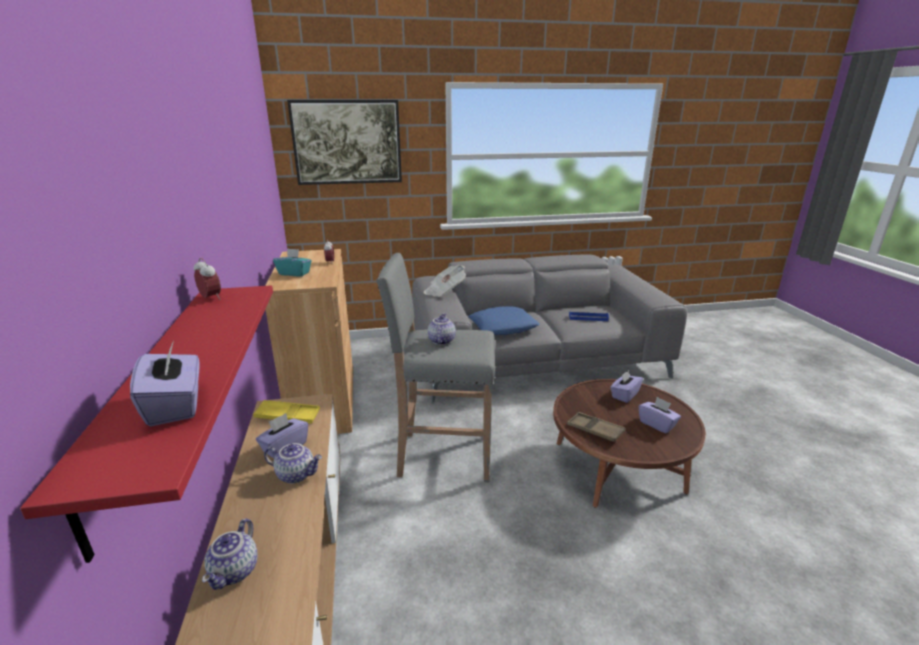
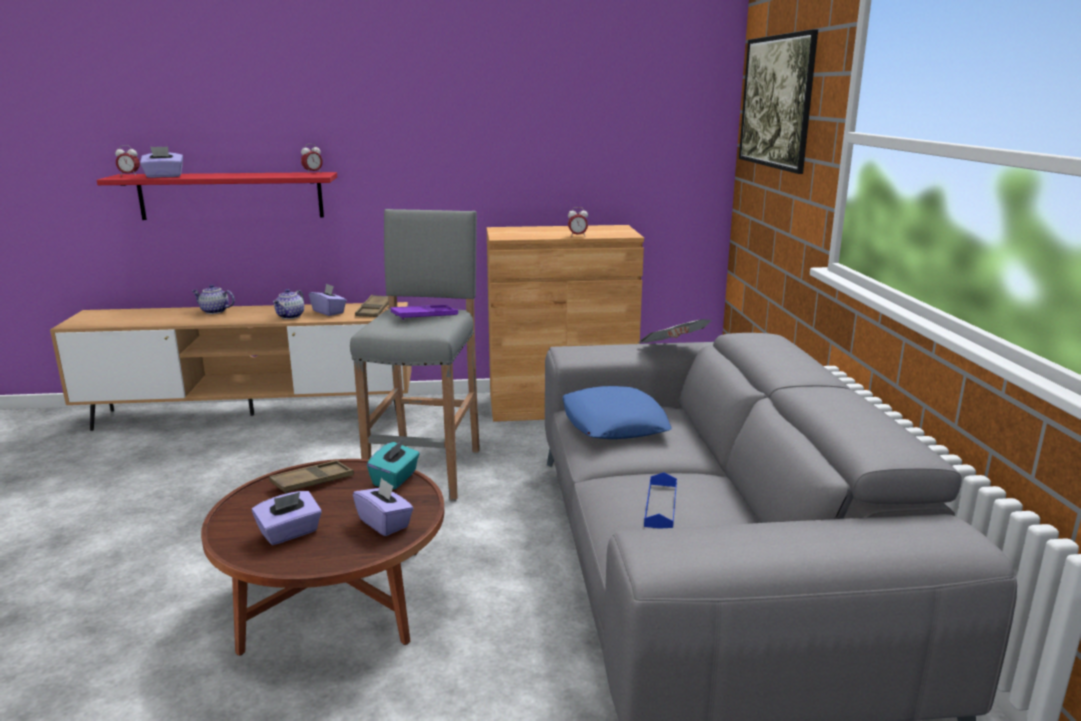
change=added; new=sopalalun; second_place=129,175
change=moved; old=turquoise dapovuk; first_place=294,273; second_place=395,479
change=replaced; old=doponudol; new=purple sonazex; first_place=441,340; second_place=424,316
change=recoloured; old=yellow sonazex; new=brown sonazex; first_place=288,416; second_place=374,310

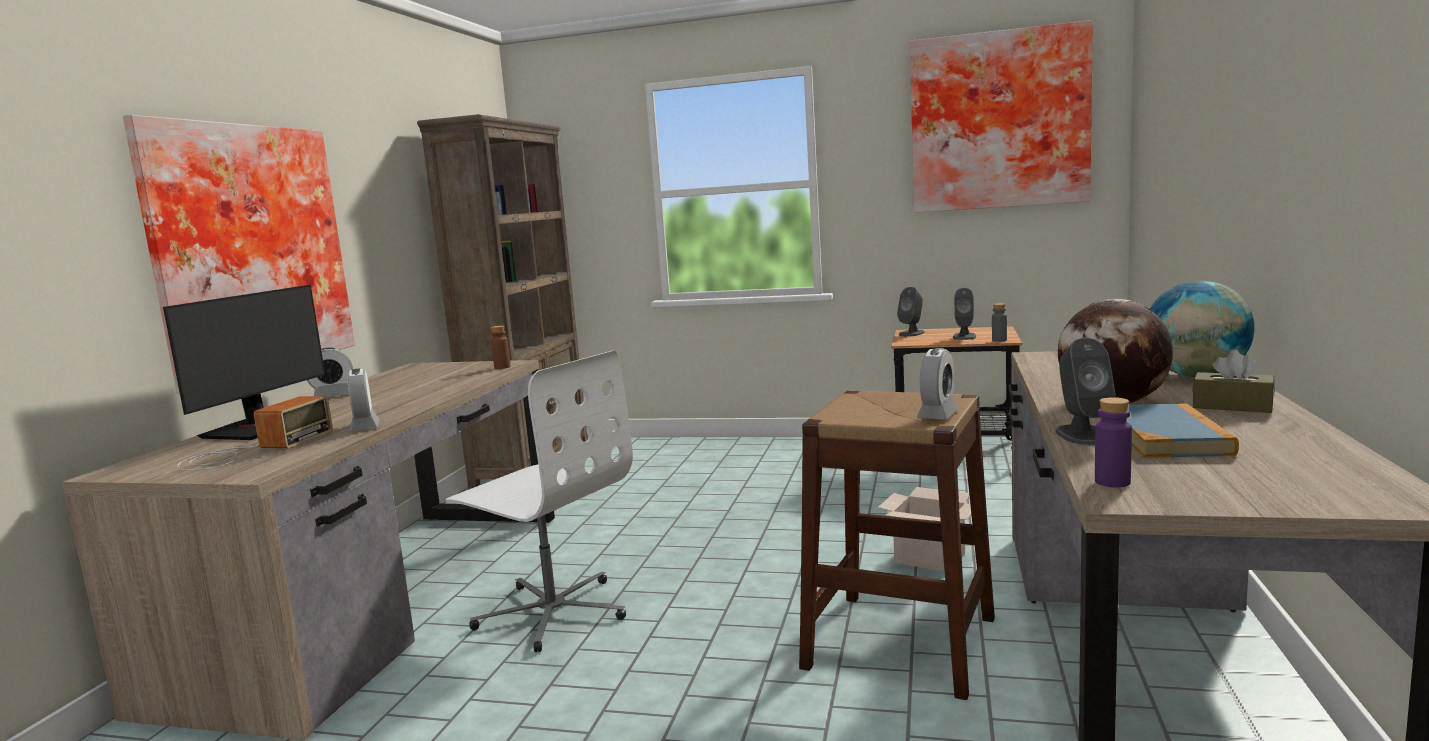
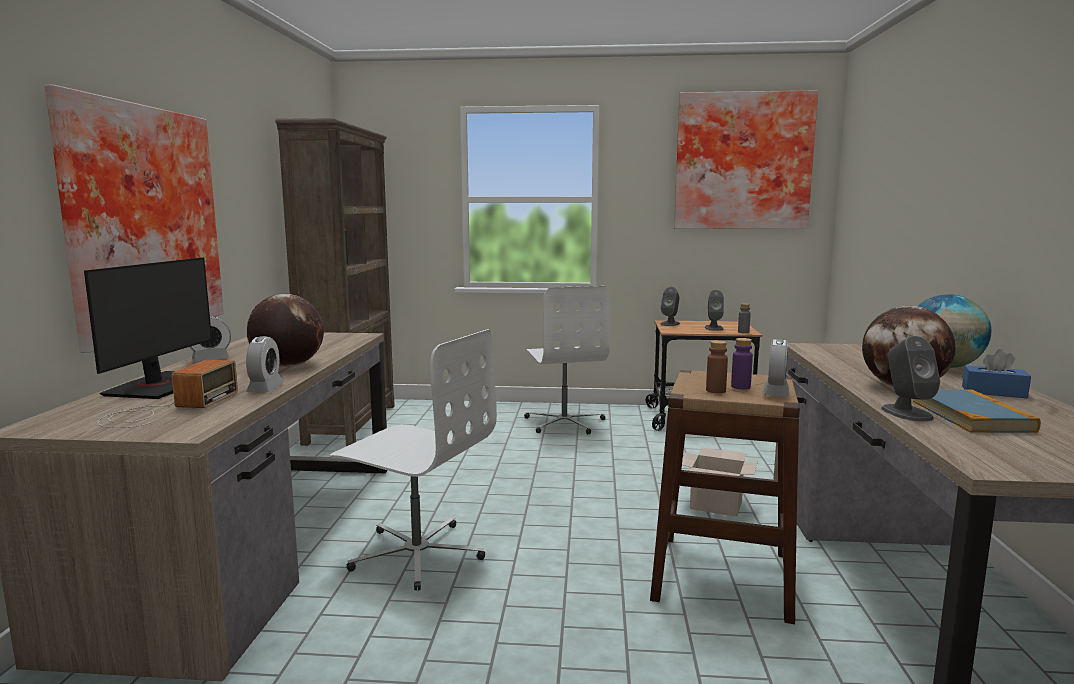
change=added; new=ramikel; second_place=288,366
change=added; new=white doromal; second_place=565,422
change=moved; old=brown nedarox; first_place=502,367; second_place=715,390
change=moved; old=purple nedarox; first_place=1112,482; second_place=740,387
change=recoloured; old=brown dapovuk; new=blue dapovuk; first_place=1232,406; second_place=993,392
change=turned; old=sopalalun; first_place=364,426; second_place=265,388; degrees=-150

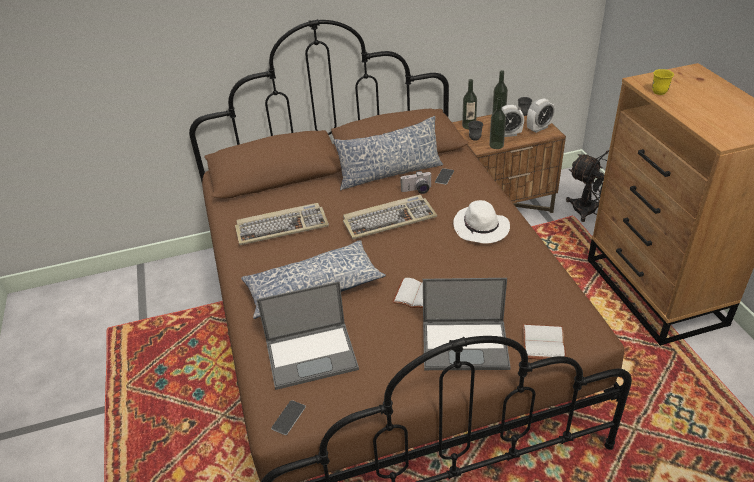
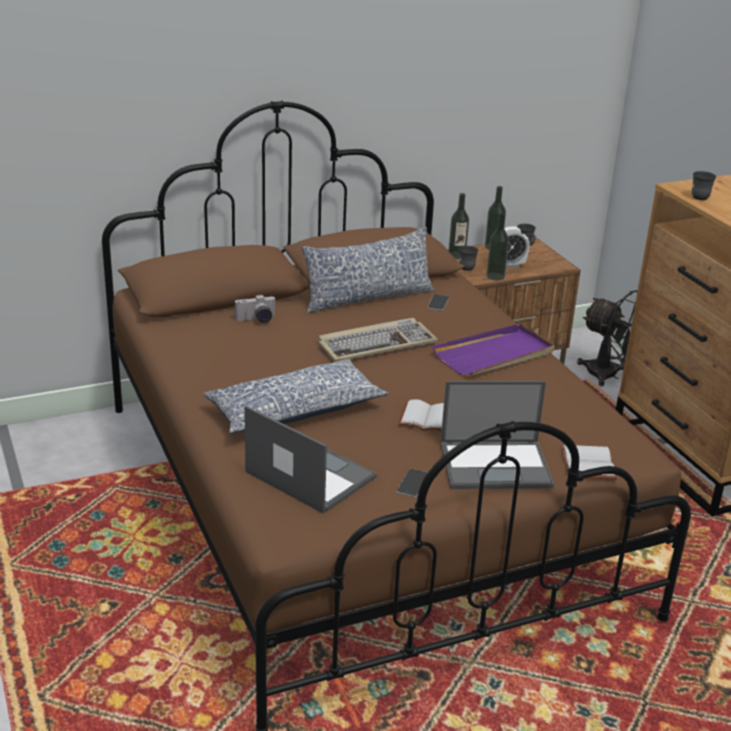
change=removed; old=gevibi; first_place=282,226
change=removed; old=sopalalun; first_place=539,128
change=moved; old=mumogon; first_place=288,417; second_place=413,483
change=moved; old=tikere; first_place=417,190; second_place=256,320
change=replaced; old=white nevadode; new=purple sonazex; first_place=481,228; second_place=494,355
change=recoloured; old=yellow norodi; new=grey norodi; first_place=659,90; second_place=699,196
change=turned; old=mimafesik; first_place=312,354; second_place=308,474; degrees=-120

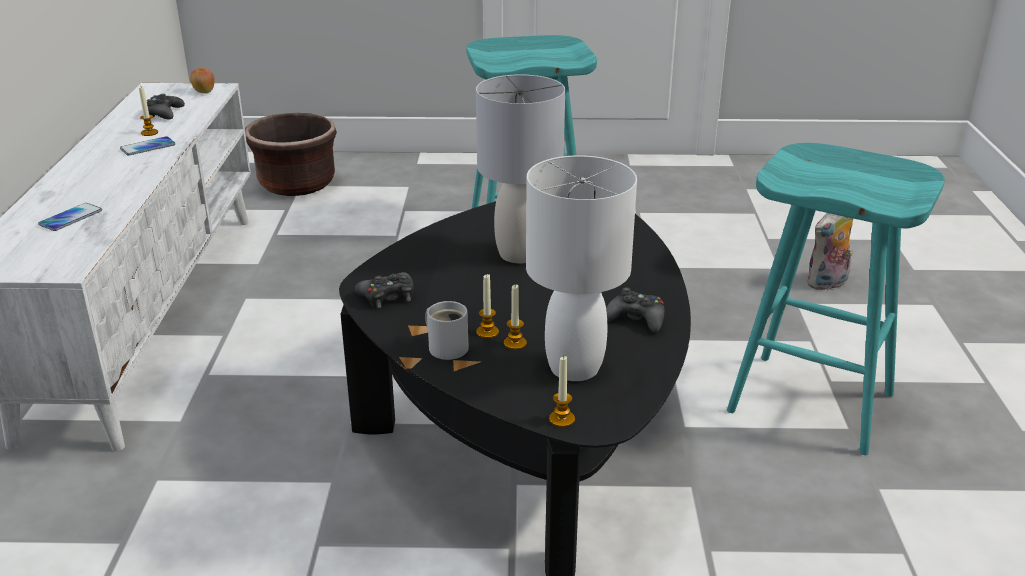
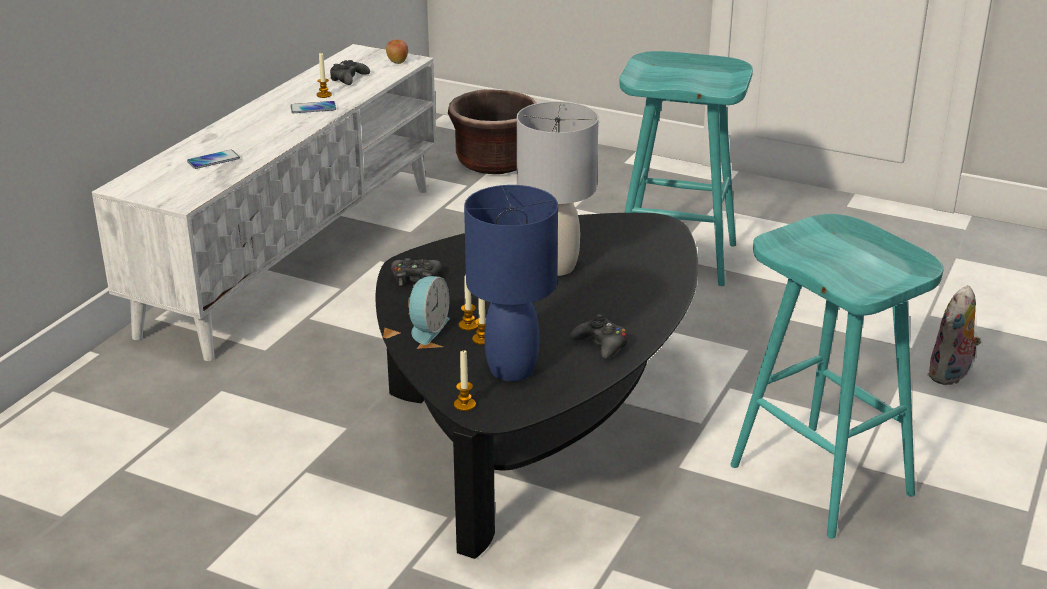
change=replaced; old=white norodi; new=sopalalun; first_place=447,346; second_place=427,328
change=recoloured; old=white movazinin; new=blue movazinin; first_place=574,367; second_place=512,369
change=turned; old=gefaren; first_place=827,284; second_place=950,375; degrees=-45

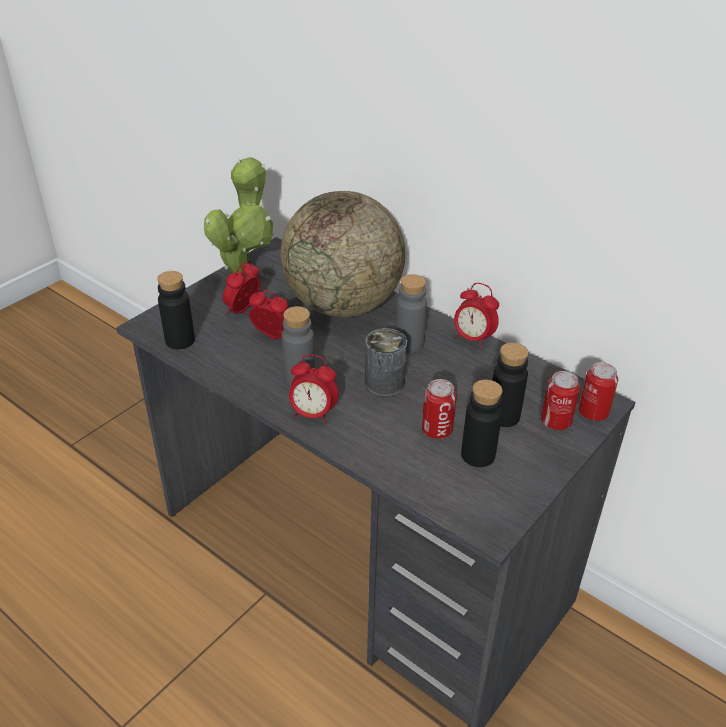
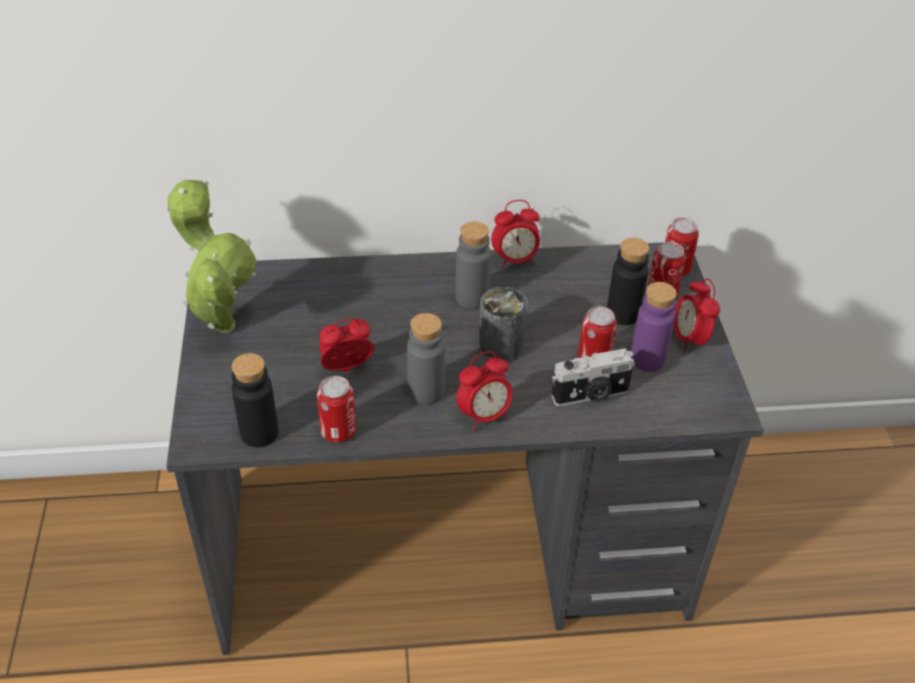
change=removed; old=ramikel; first_place=343,305
change=added; new=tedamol; second_place=338,431
change=added; new=tikere; second_place=591,395
change=moved; old=sopalalun; first_place=243,311; second_place=689,339
change=recoloured; old=black nedarox; new=purple nedarox; first_place=478,455; second_place=647,359

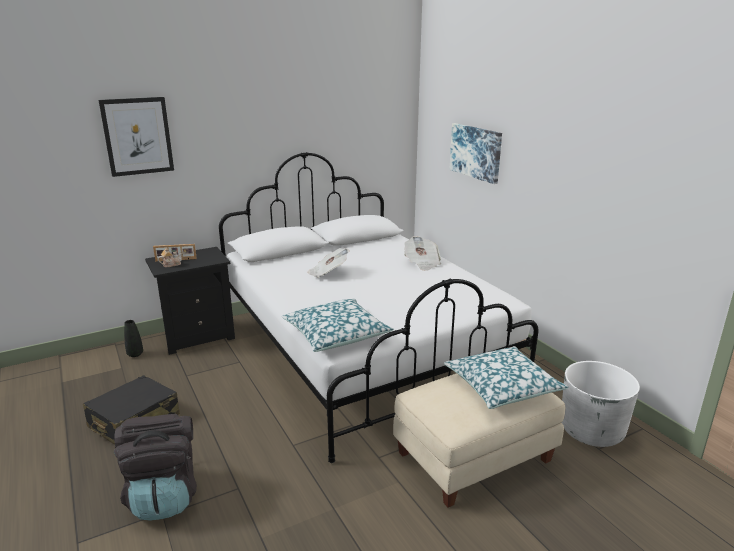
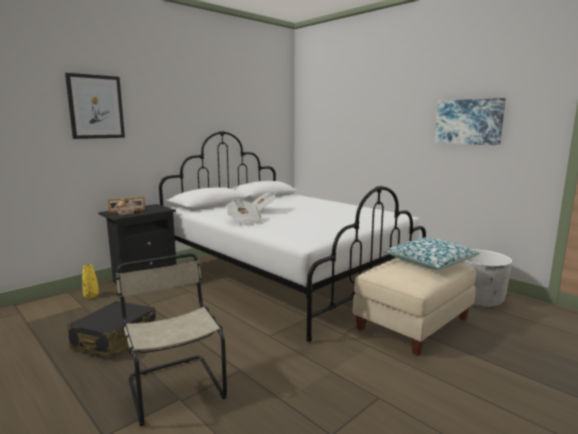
change=removed; old=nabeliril; first_place=336,334
change=moved; old=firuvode; first_place=422,263; second_place=244,222
change=moved; old=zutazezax; first_place=476,152; second_place=468,122
change=replaced; old=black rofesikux; new=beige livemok; first_place=164,495; second_place=174,386
change=recoloured; old=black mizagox; new=yellow mizagox; first_place=135,354; second_place=91,296

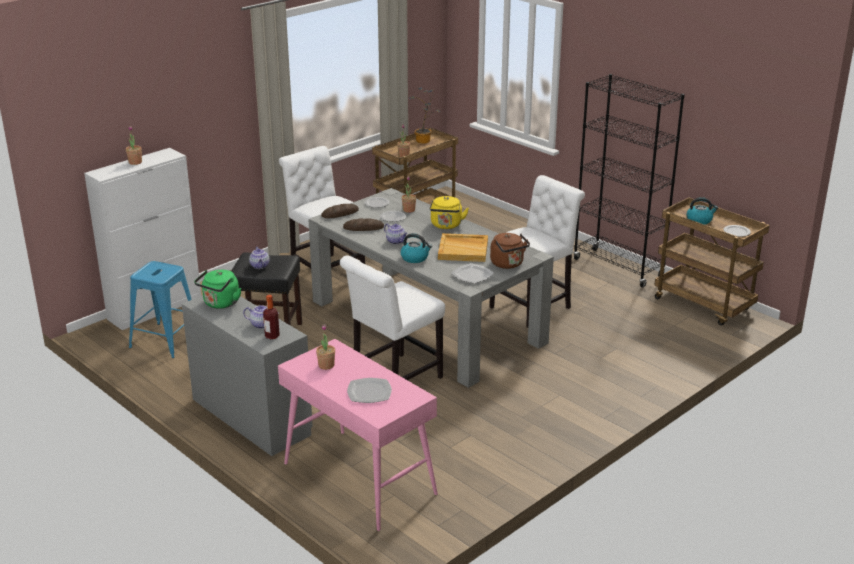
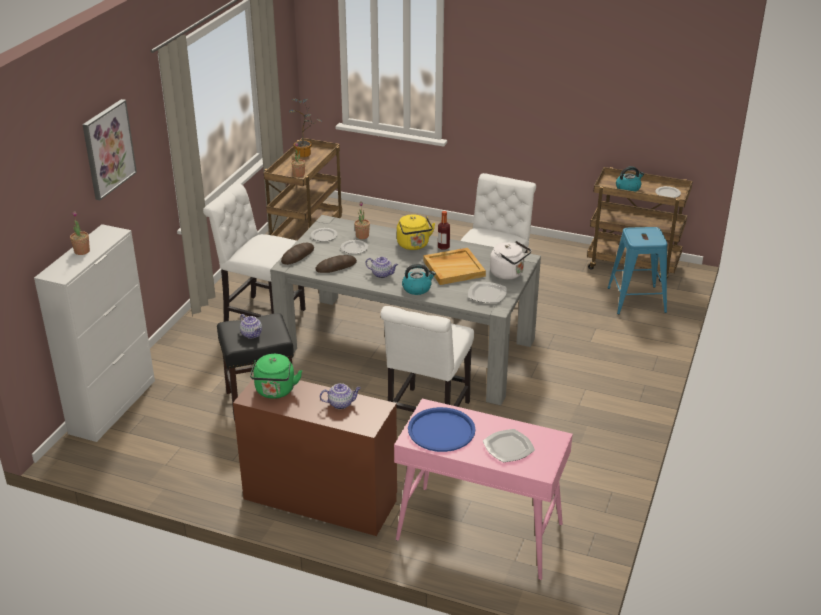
change=removed; old=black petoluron; first_place=618,268
change=added; new=zutazezax; second_place=108,149
change=moved; old=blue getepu; first_place=165,340; second_place=636,300
change=moved; old=nedarox; first_place=272,336; second_place=443,247
change=replaced; old=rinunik; new=blue sonazex; first_place=326,365; second_place=441,430
change=recoloured; old=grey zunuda; new=brown zunuda; first_place=250,416; second_place=319,499
change=recoloured; old=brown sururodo; new=white sururodo; first_place=508,264; second_place=509,274

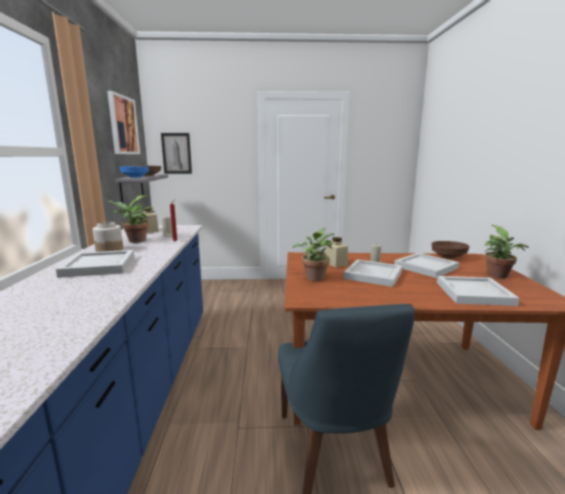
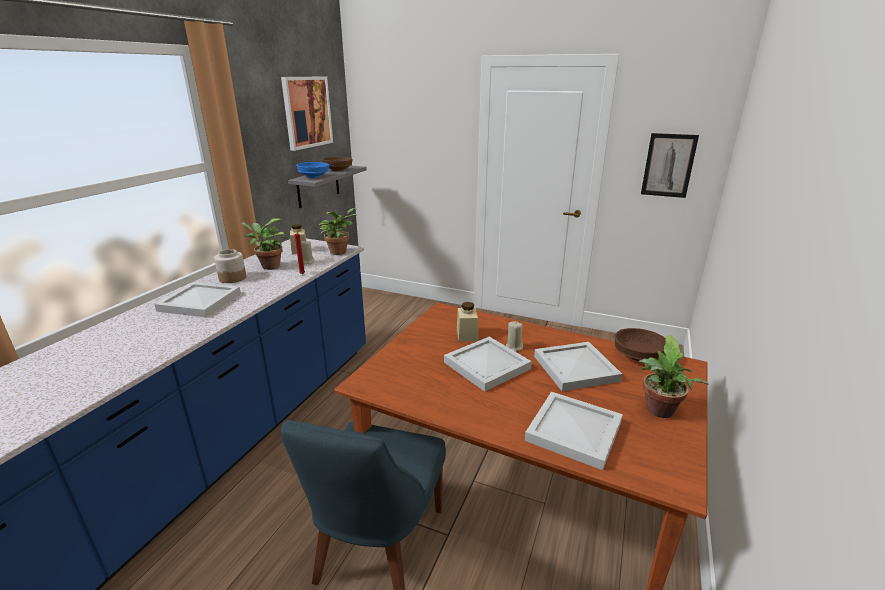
change=moved; old=zutazezax; first_place=176,153; second_place=668,165
change=moved; old=rinunik; first_place=315,277; second_place=339,251

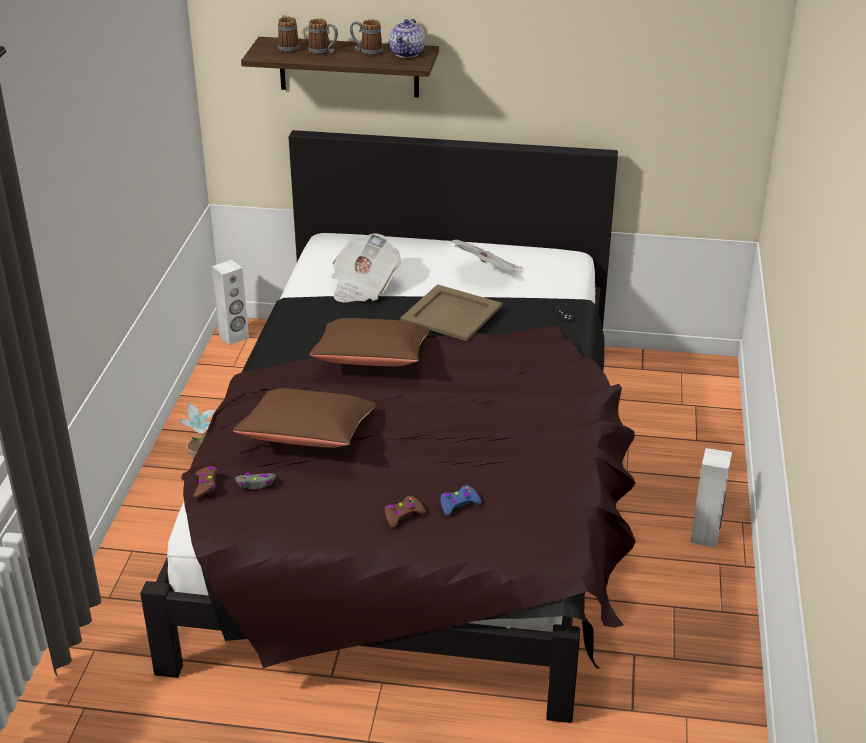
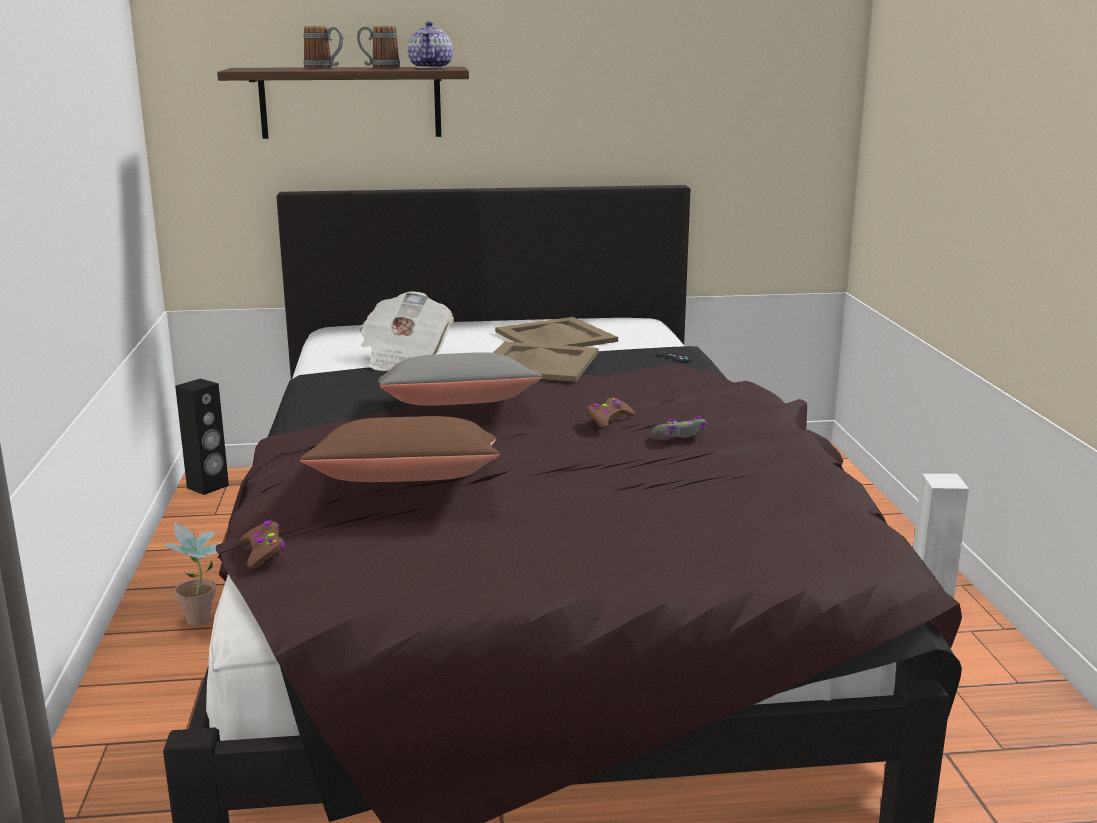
change=removed; old=norodi; first_place=288,48
change=removed; old=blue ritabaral; first_place=458,504
change=moved; old=grey ritabaral; first_place=256,484; second_place=681,434
change=moved; old=brown ritabaral; first_place=403,515; second_place=609,419
change=replaced; old=firuvode; new=beige sonazex; first_place=487,273; second_place=556,336
change=recoloured; old=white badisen; new=black badisen; first_place=234,337; second_place=208,487
change=recoloured; old=brown nabeliril; new=grey nabeliril; first_place=372,360; second_place=457,408

